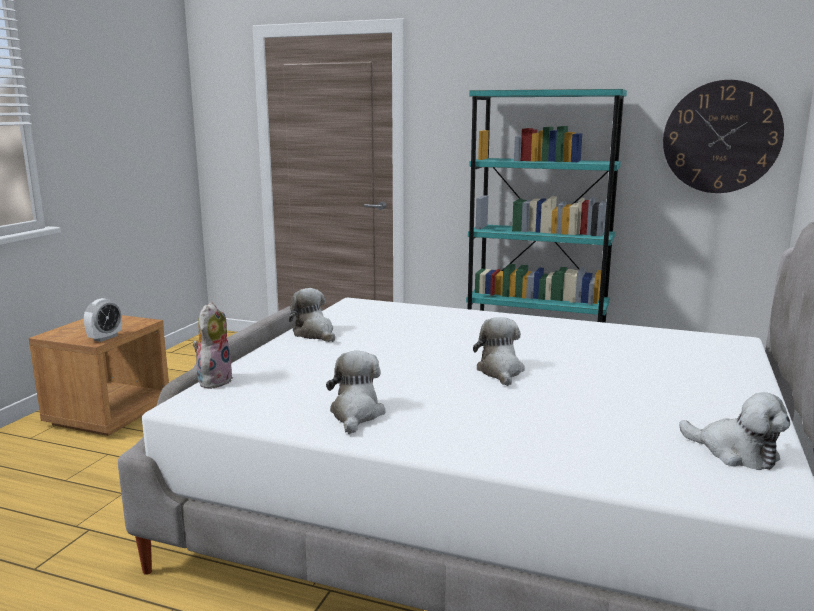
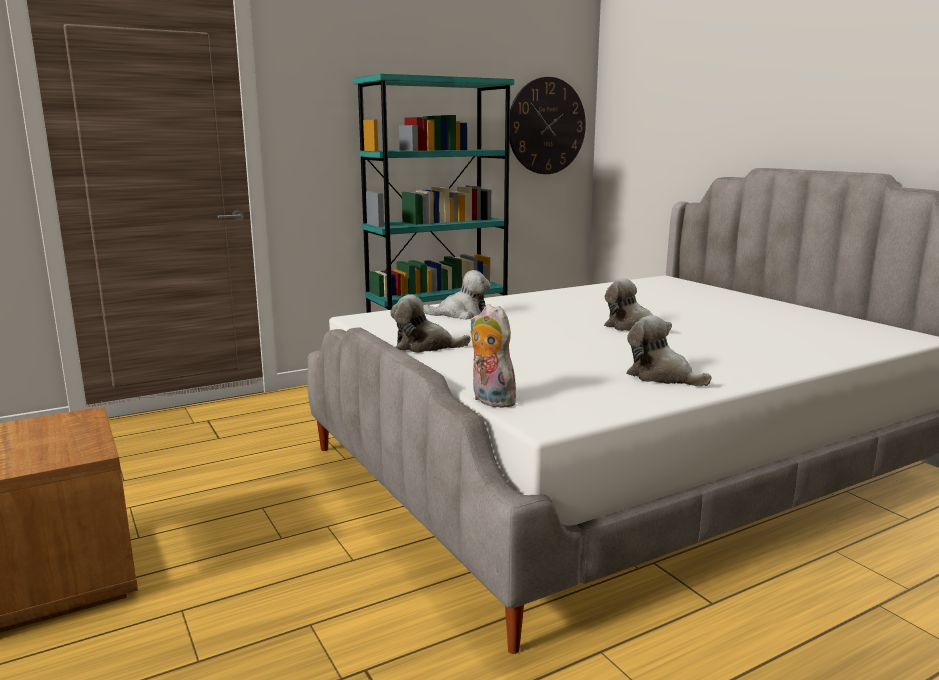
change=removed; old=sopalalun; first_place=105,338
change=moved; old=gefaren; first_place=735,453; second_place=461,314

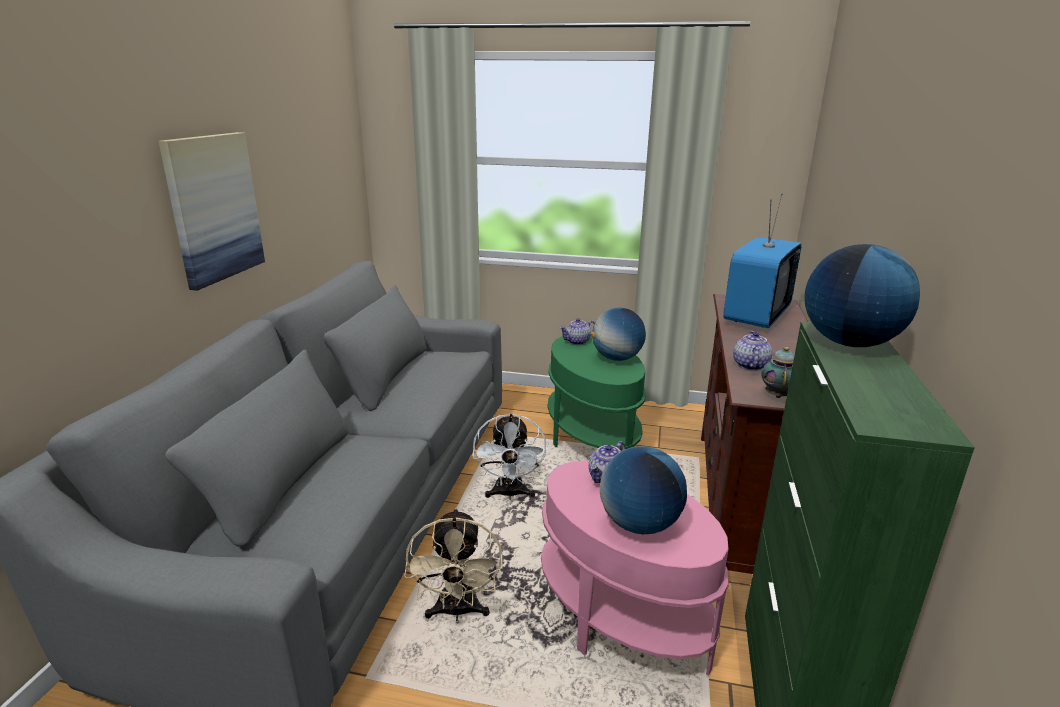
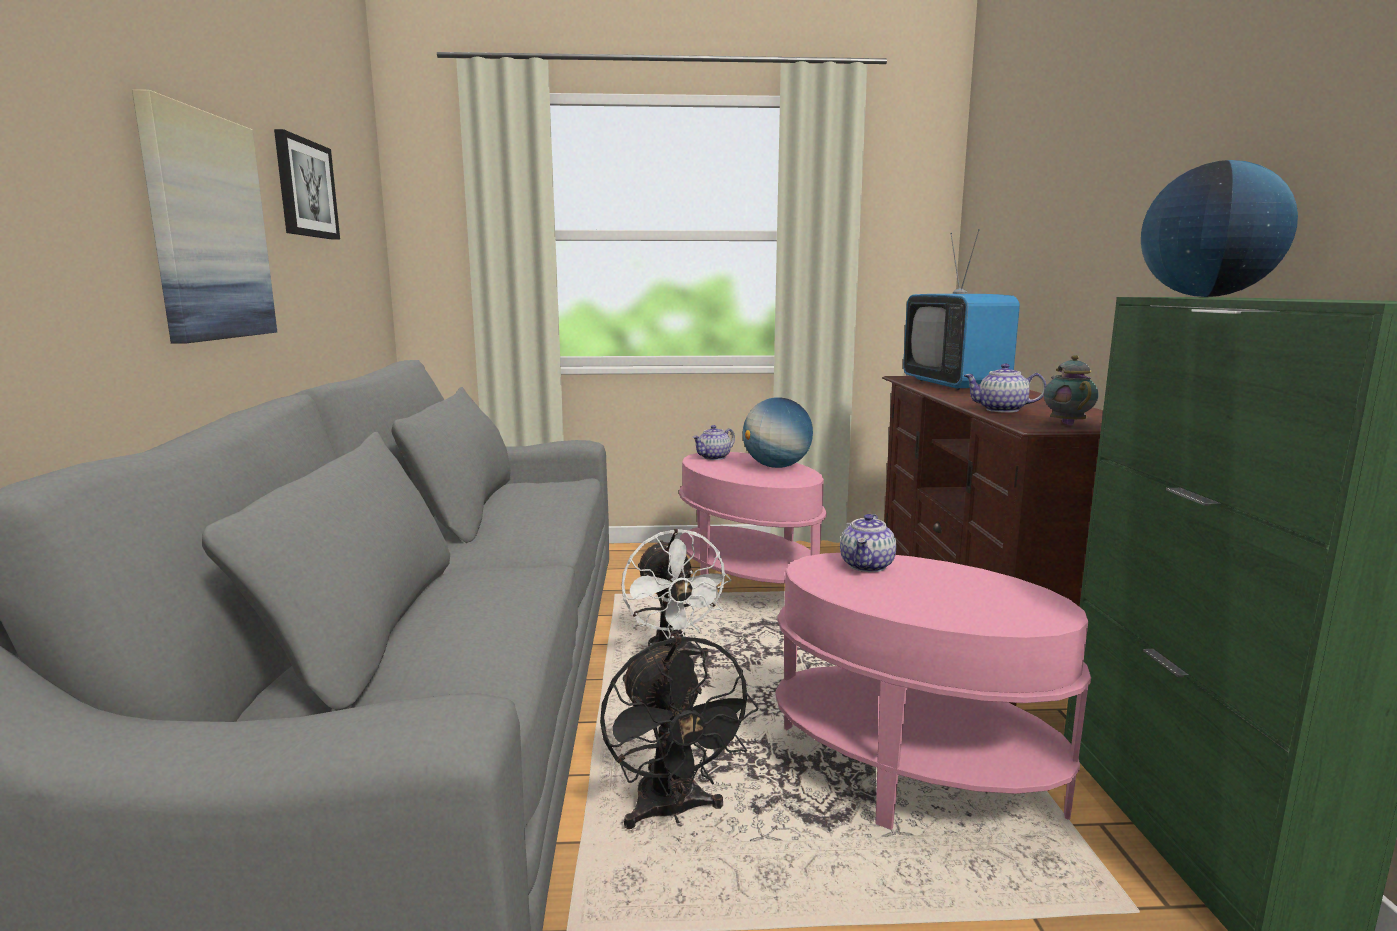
change=removed; old=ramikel; first_place=639,524
change=added; new=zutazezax; second_place=305,188
change=recoloured; old=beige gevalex; new=black gevalex; first_place=457,612; second_place=672,812
change=recoloured; old=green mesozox; new=pink mesozox; first_place=592,439; second_place=747,587
change=turned; old=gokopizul; first_place=756,316; second_place=954,384; degrees=150
change=turned; old=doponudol; first_place=749,365; second_place=1001,410; degrees=-75

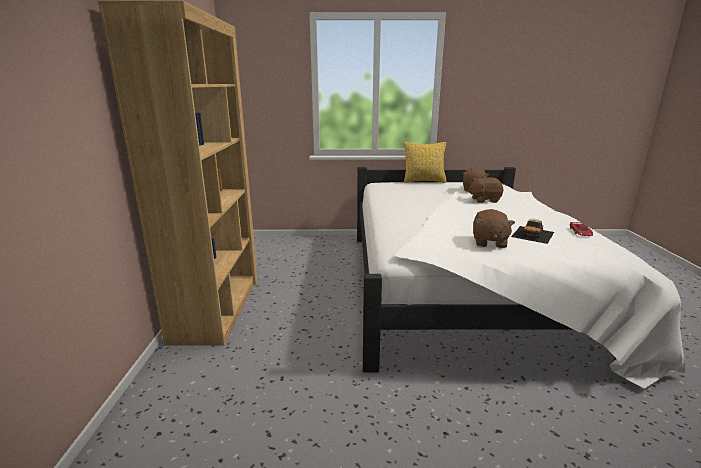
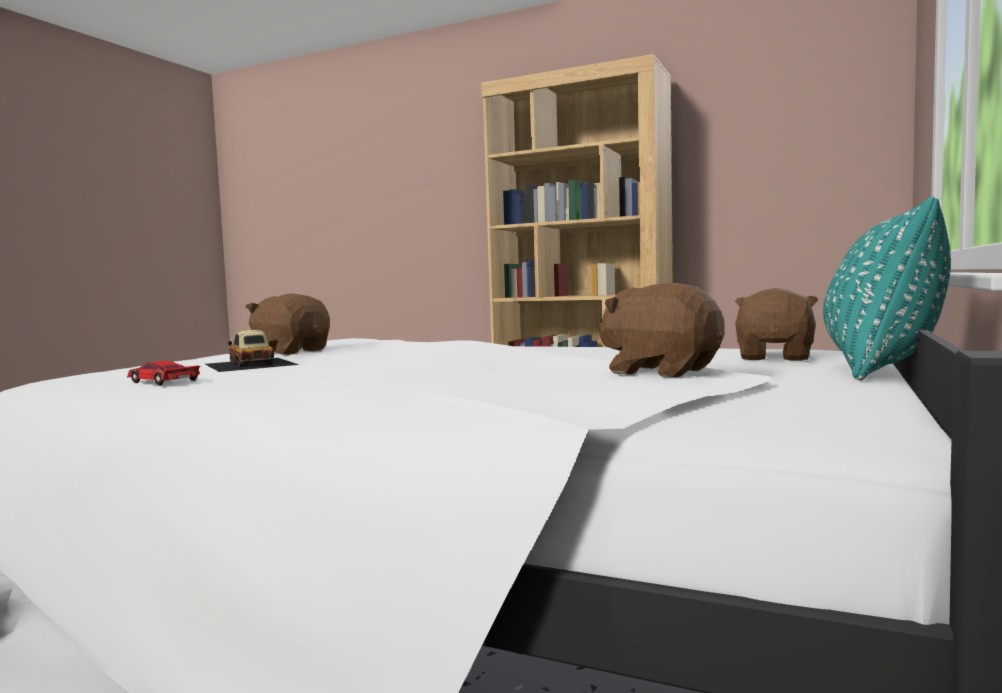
change=moved; old=brown gefaren; first_place=484,200; second_place=775,357
change=recoloured; old=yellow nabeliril; new=turquoise nabeliril; first_place=424,181; second_place=881,369

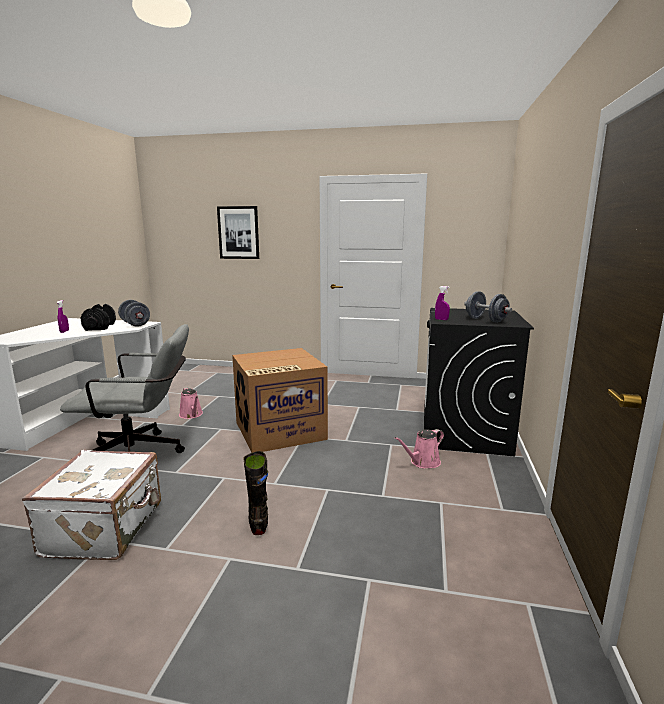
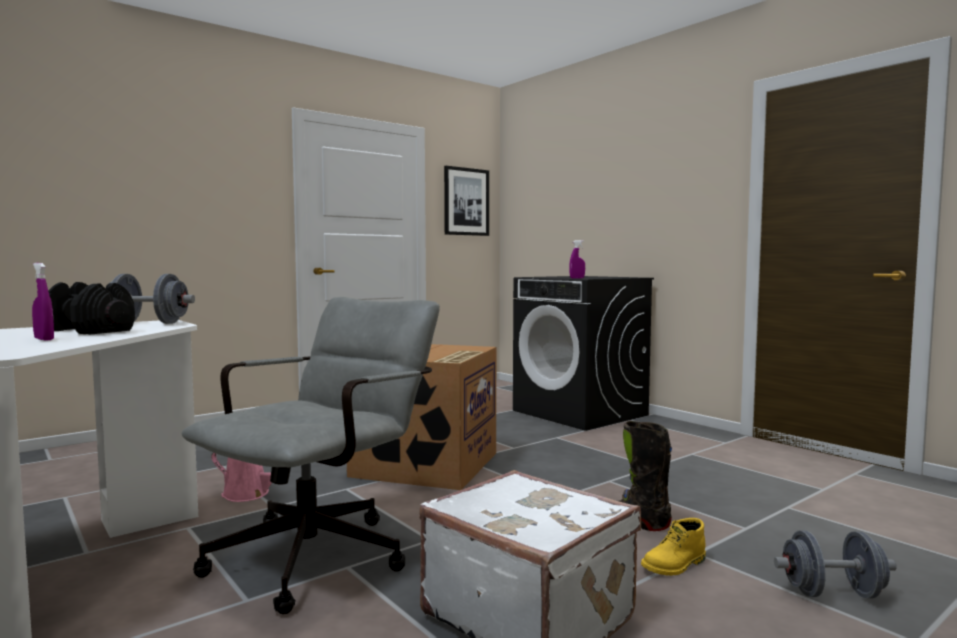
change=removed; old=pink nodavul; first_place=423,462
change=added; new=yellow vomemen; second_place=675,566
change=moved; old=zutazezax; first_place=238,232; second_place=466,201
change=moved; old=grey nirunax; first_place=486,320; second_place=832,593

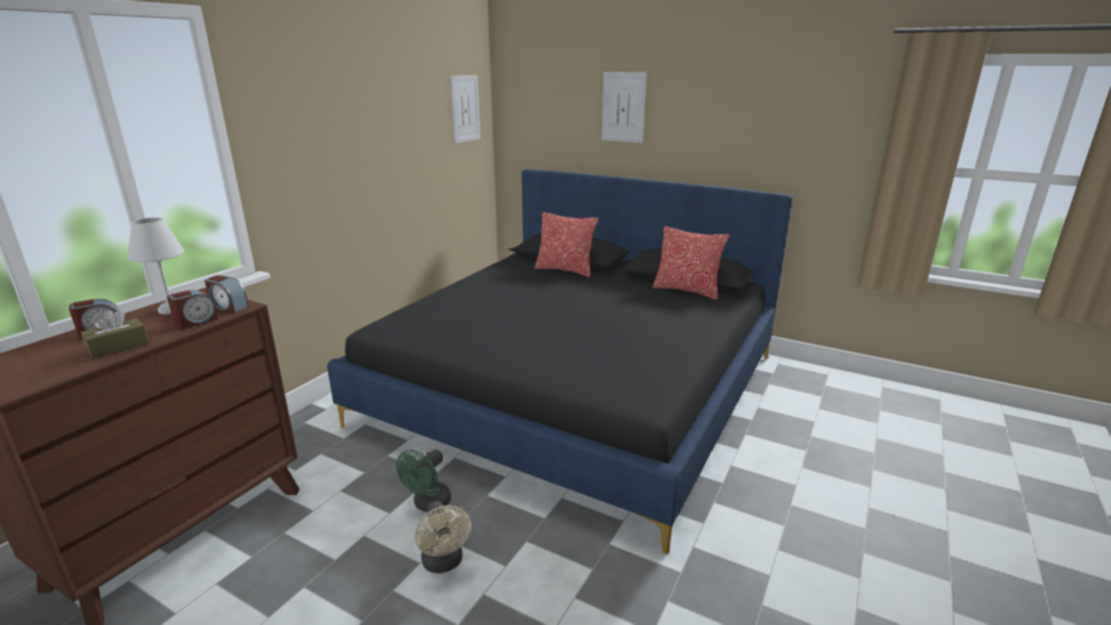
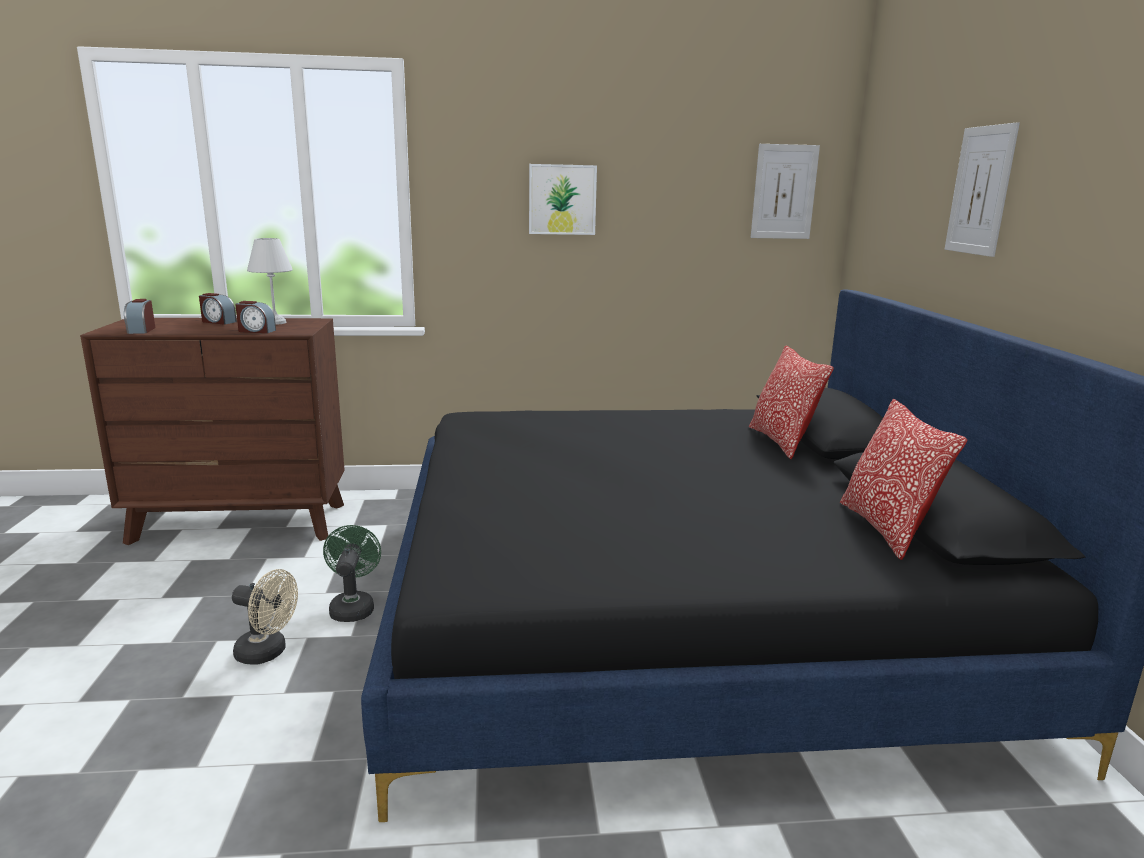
change=removed; old=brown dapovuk; first_place=118,347
change=added; new=zutazezax; second_place=562,199
change=moved; old=sopalalun; first_place=228,307; second_place=141,330
change=turned; old=green gevalex; first_place=428,504; second_place=353,607; degrees=90
change=turned; old=beige gevalex; first_place=444,563; second_place=268,653; degrees=-105

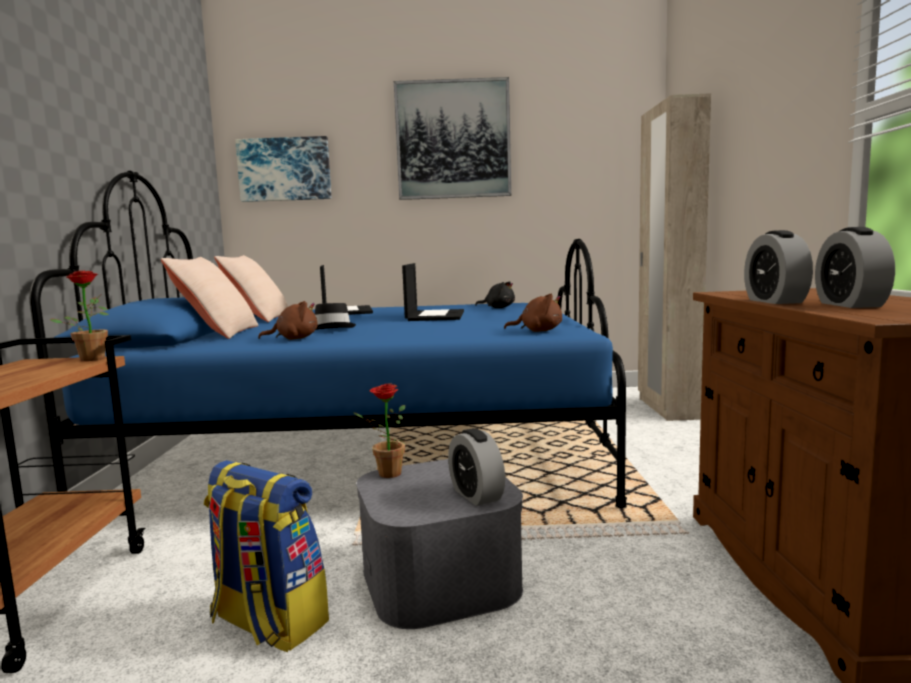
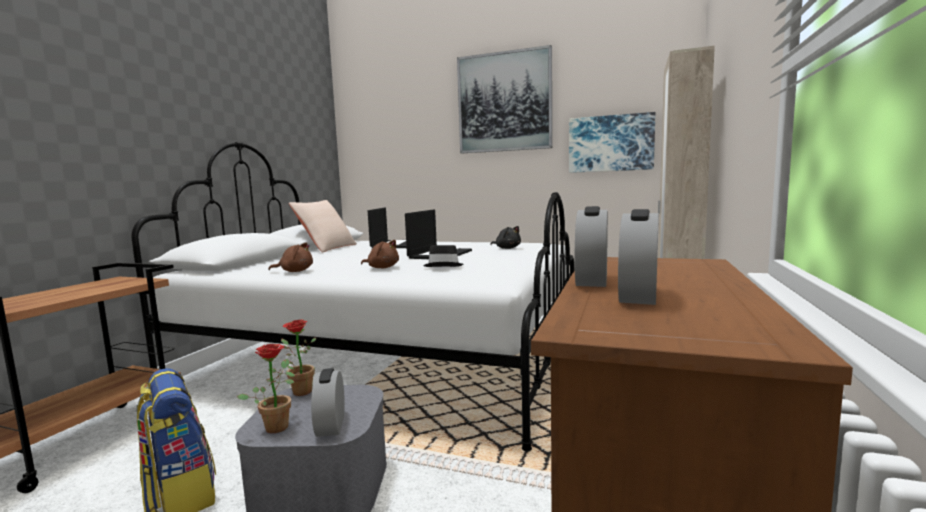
change=removed; old=beige nabeliril; first_place=217,333
change=moved; old=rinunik; first_place=92,358; second_place=277,425
change=moved; old=zutazezax; first_place=284,169; second_place=610,143
change=moved; old=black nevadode; first_place=332,329; second_place=444,266
change=moved; old=brown gefaren; first_place=538,331; second_place=382,268
change=recoloured; old=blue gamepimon; new=white gamepimon; first_place=372,451; second_place=390,358

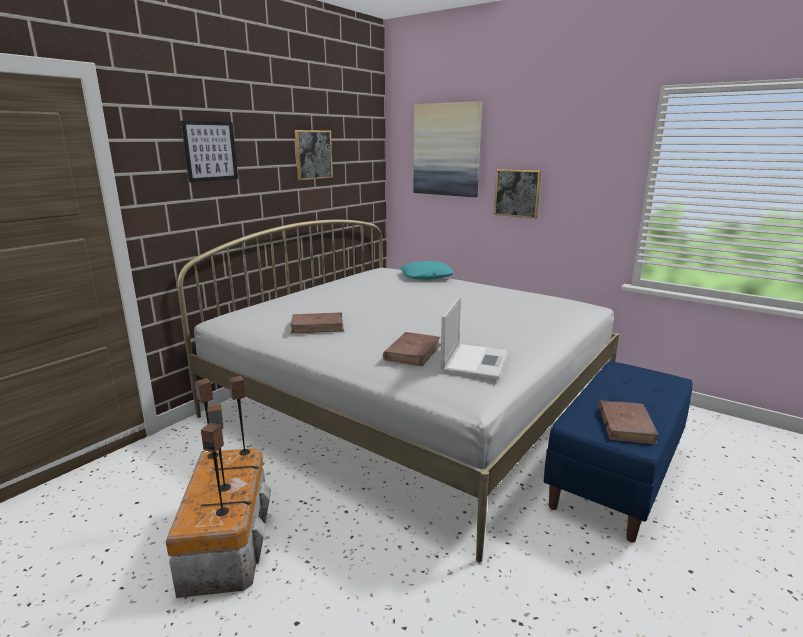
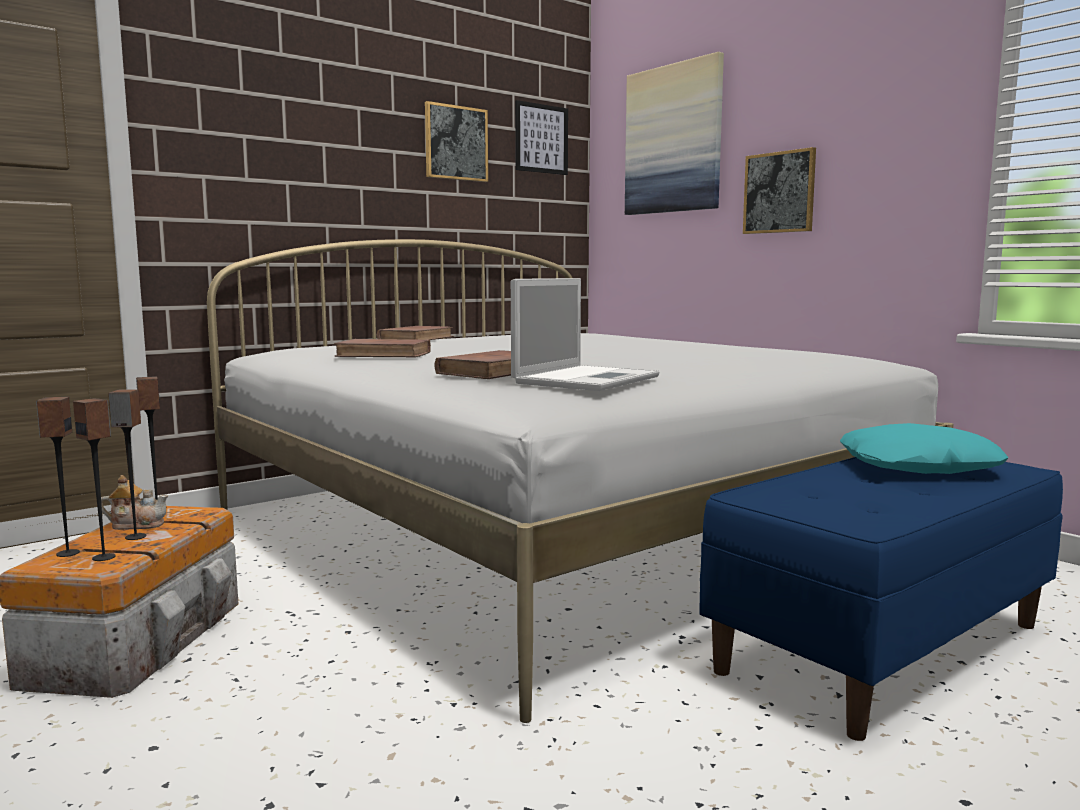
change=added; new=doponudol; second_place=136,524
change=moved; old=zutazezax; first_place=210,151; second_place=541,139
change=moved; old=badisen; first_place=244,452; second_place=67,553
change=moved; old=turquoise nabeliril; first_place=426,276; second_place=918,466
change=moved; old=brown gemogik; first_place=625,425; second_place=416,339

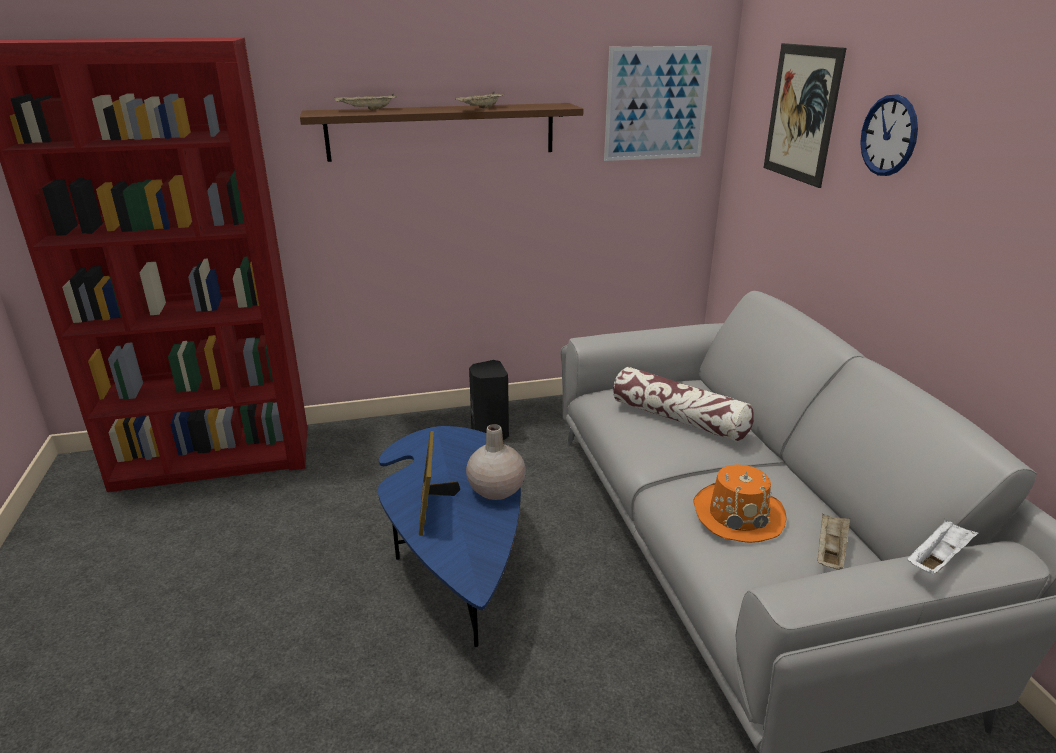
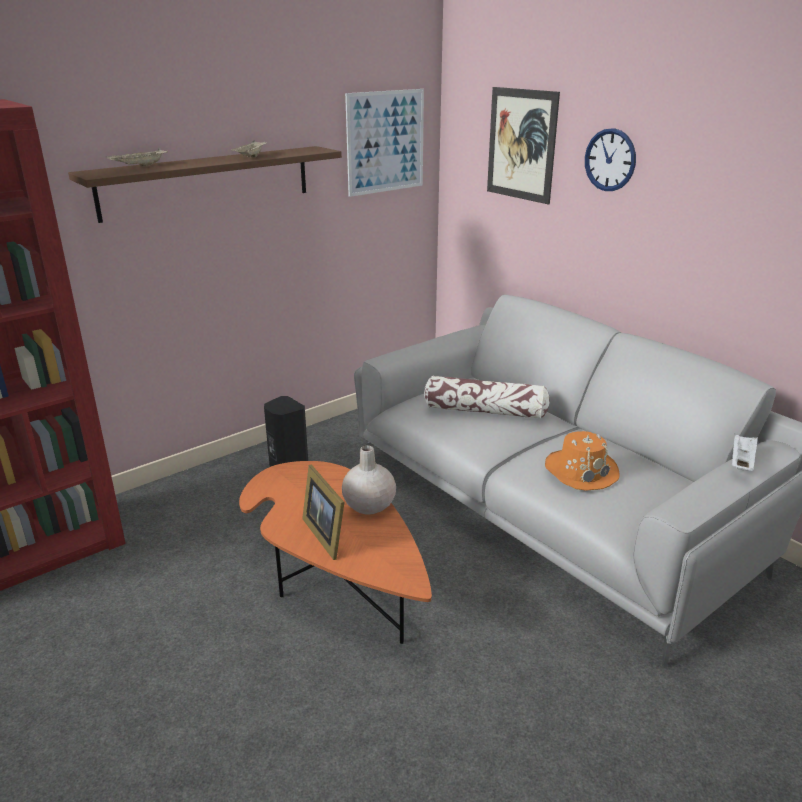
change=removed; old=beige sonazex; first_place=830,551
change=recoloured; old=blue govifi; new=orange govifi; first_place=457,558; second_place=335,579

